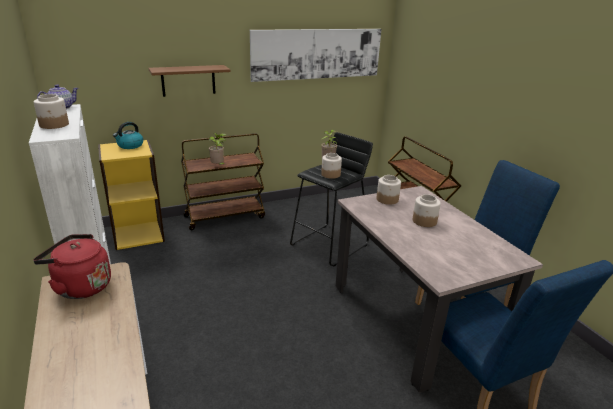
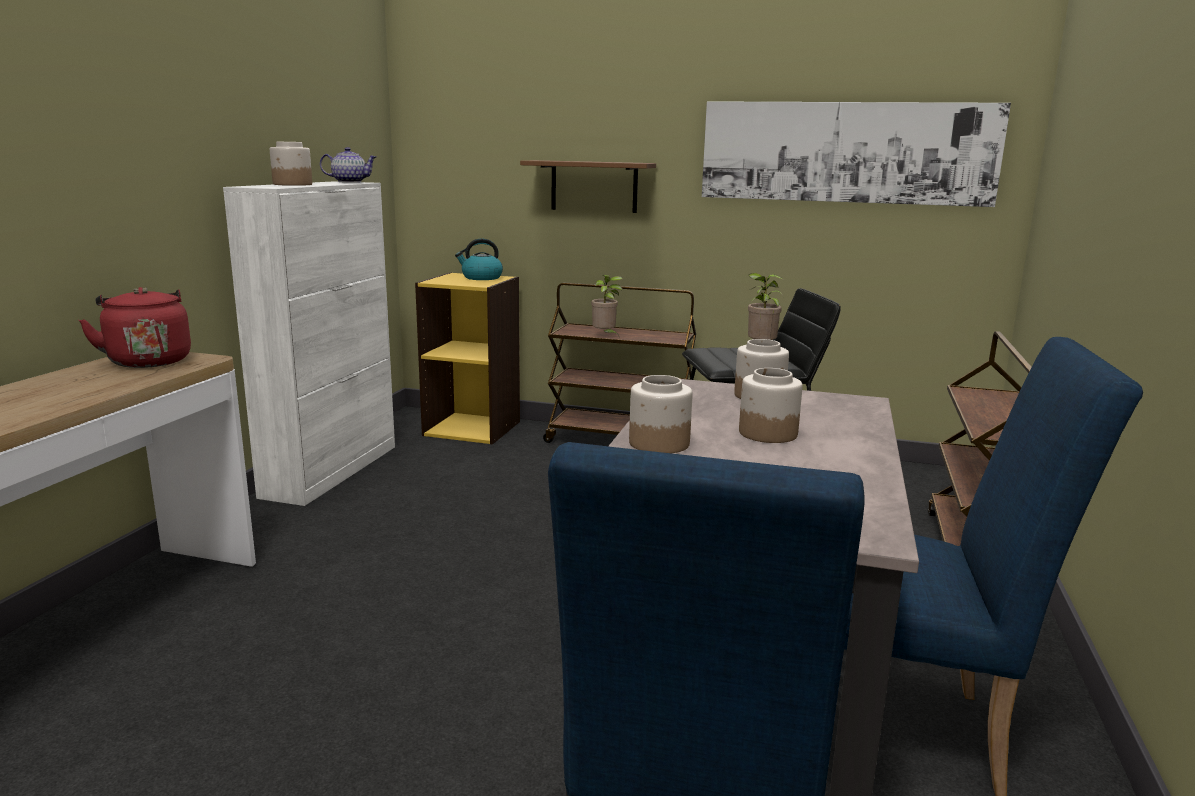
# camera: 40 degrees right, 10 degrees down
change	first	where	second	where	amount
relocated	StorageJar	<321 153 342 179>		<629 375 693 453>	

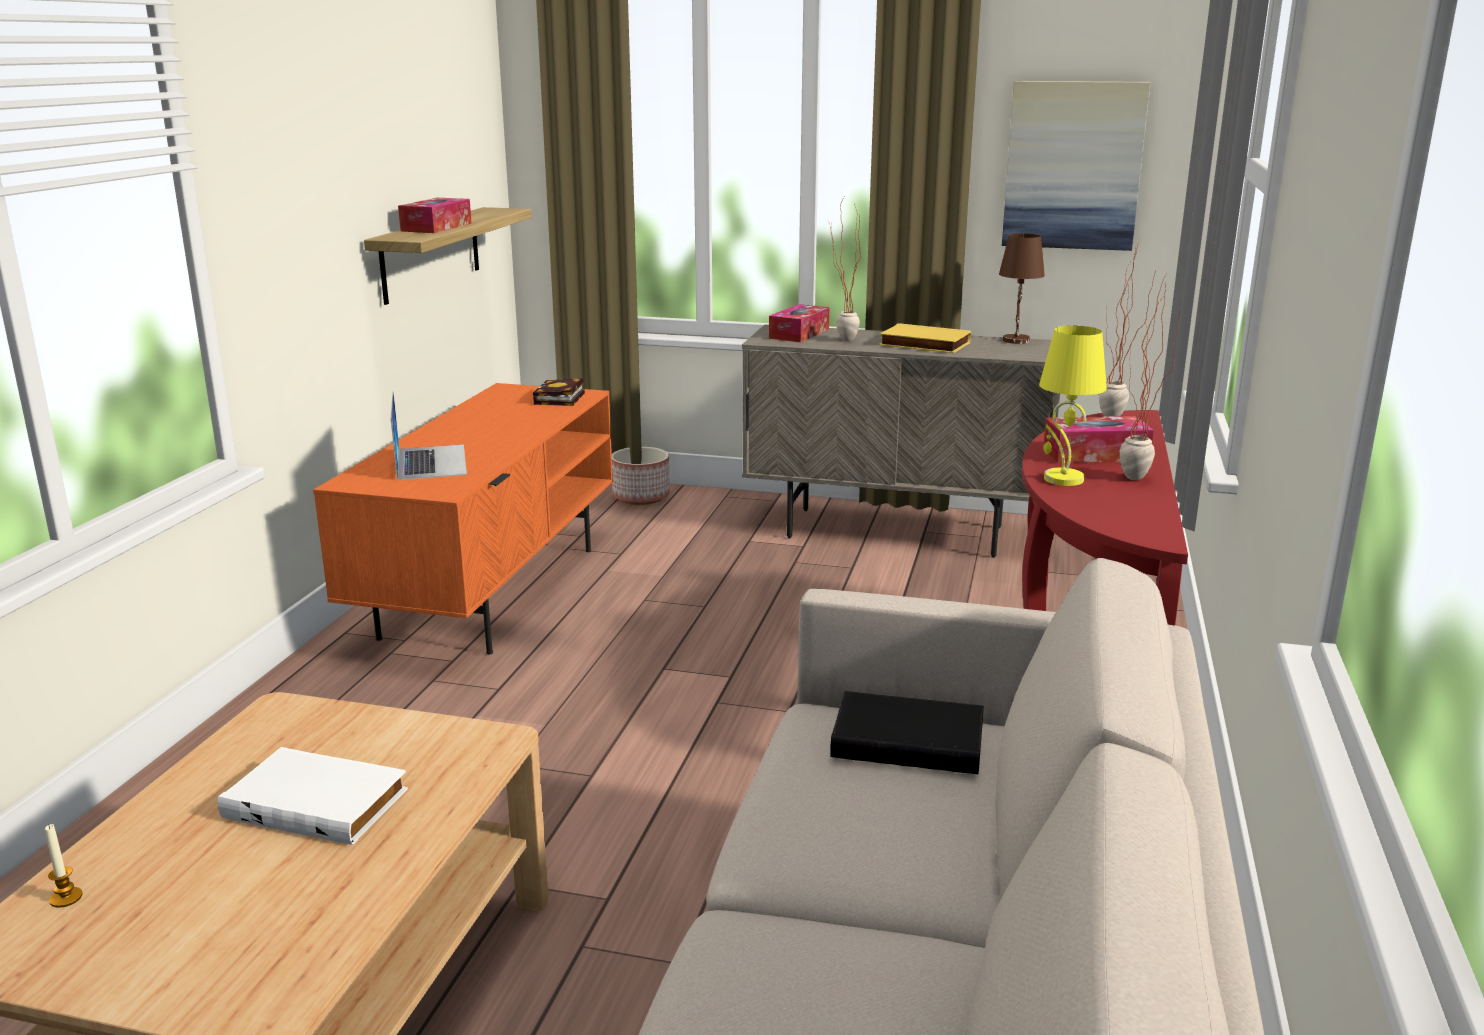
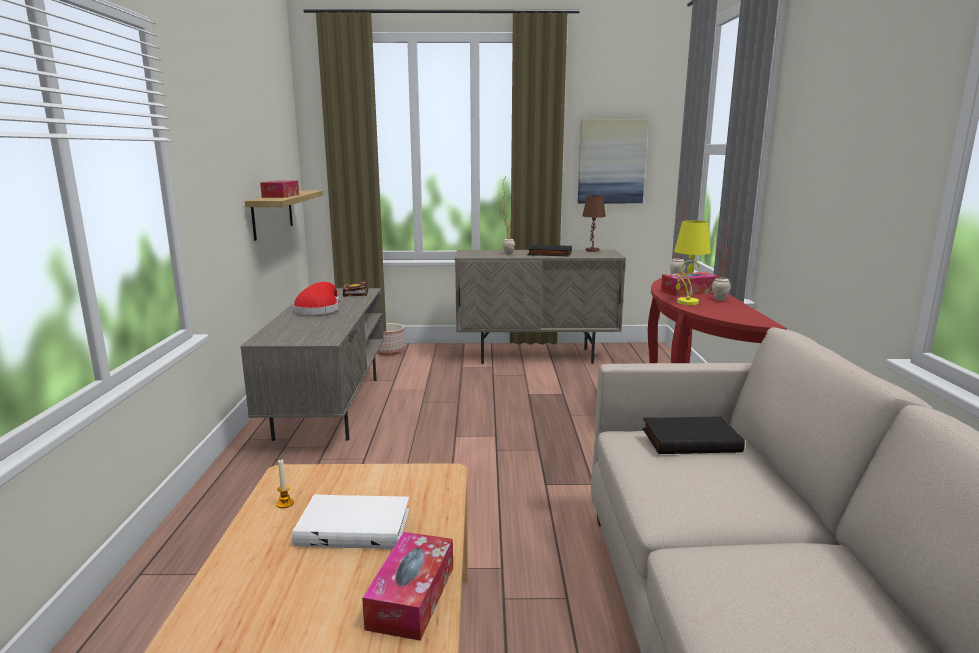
# camera: 15 degrees left, 5 degrees down
change	first	where	second	where	amount
relocated	TissueHolder	<769 304 829 342>		<362 532 453 641>	
colour	YellowVolume	<879 323 971 353>	BlackishVolume	<527 245 572 257>	
colour	OrangeColouredTvStand	<313 383 613 654>	GreyishTvStand	<240 288 383 441>	
missing	PortableComputer	<390 392 467 480>			
relocated	WaxCandle	<45 824 82 908>		<276 459 294 508>	
appeared			RedClothingHat	<293 282 340 315>	

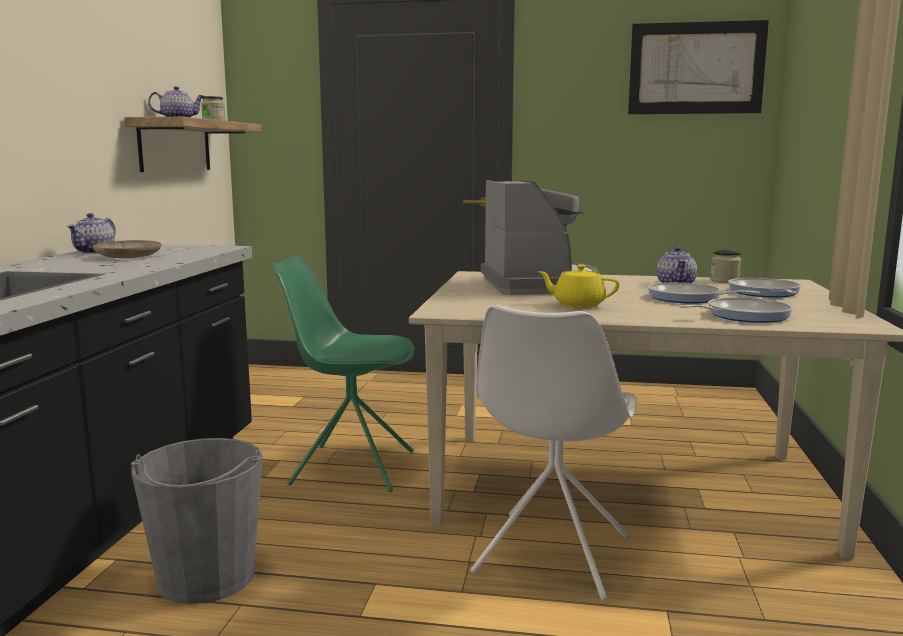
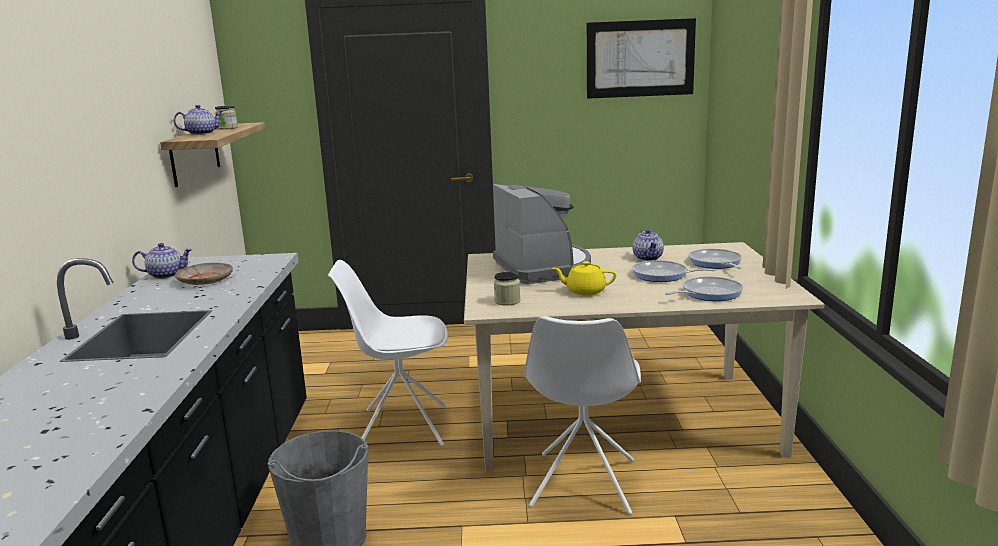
# camera: 10 degrees left, 5 degrees up
change	first	where	second	where	amount
spun	TeaPot	<67 213 116 254>		<132 243 192 279>	105 degrees counterclockwise
relocated	StorageJar	<710 250 741 283>		<494 272 520 306>	
colour	GreenChair	<271 256 415 492>	WhiteChair	<328 260 448 446>	

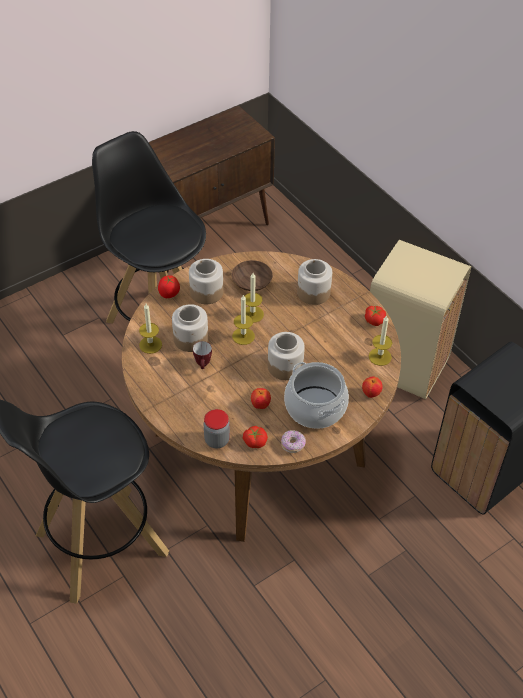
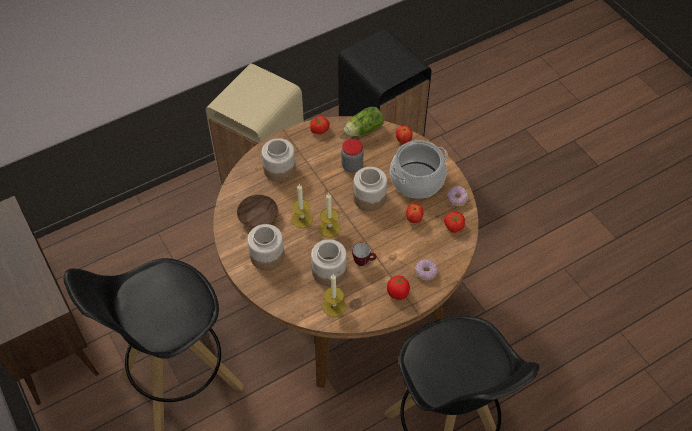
# camera: 85 degrees left, 5 degrees up
change	first	where	second	where	amount
relocated	FreshTomato	<158 275 180 298>		<387 276 410 300>	
exchanged	WaxCandle	<369 315 392 366>	Lettuce	<344 107 384 137>	
relocated	StorageJar	<204 409 230 448>		<341 139 363 173>	
appeared			Doughnut	<415 259 438 281>	

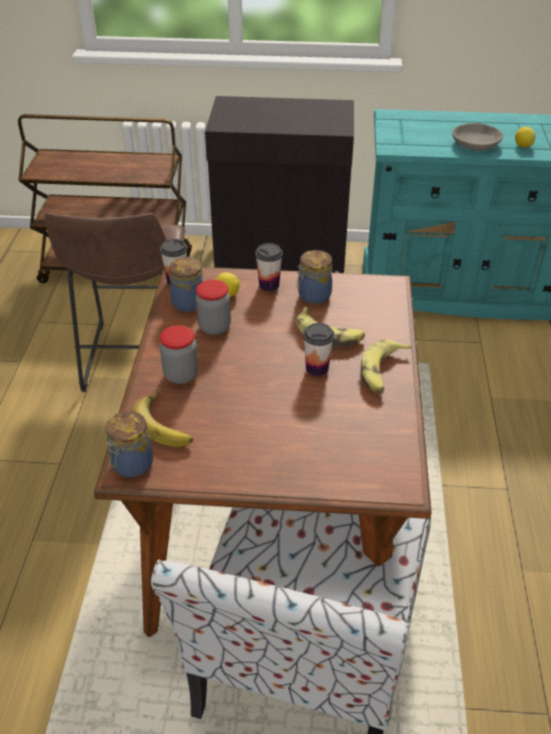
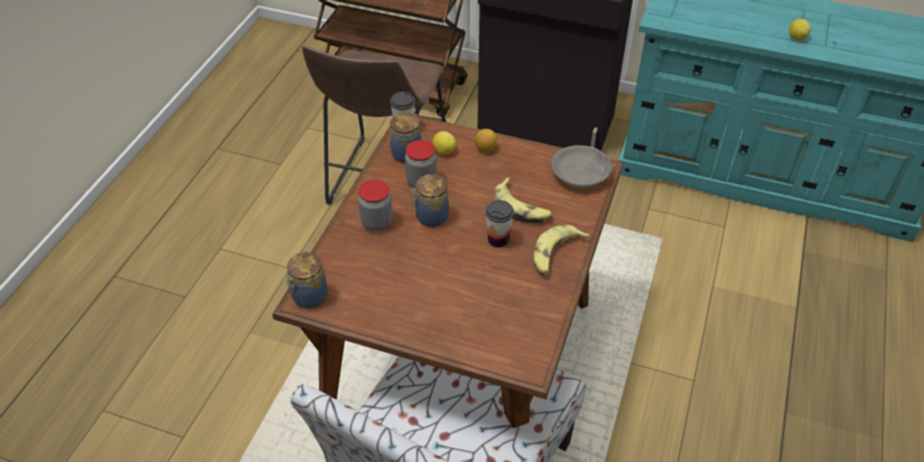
# camera: 15 degrees right, 5 degrees up
change	first	where	second	where	amount
relocated	GreyishServingBowl	<452 123 503 151>		<551 145 612 188>	
exchanged	DrinkingCup	<255 243 283 291>	Lemon	<475 129 497 152>	
relocated	StorageJar	<296 250 332 304>		<411 174 449 227>	
missing	WholeBanana	<132 389 193 447>			

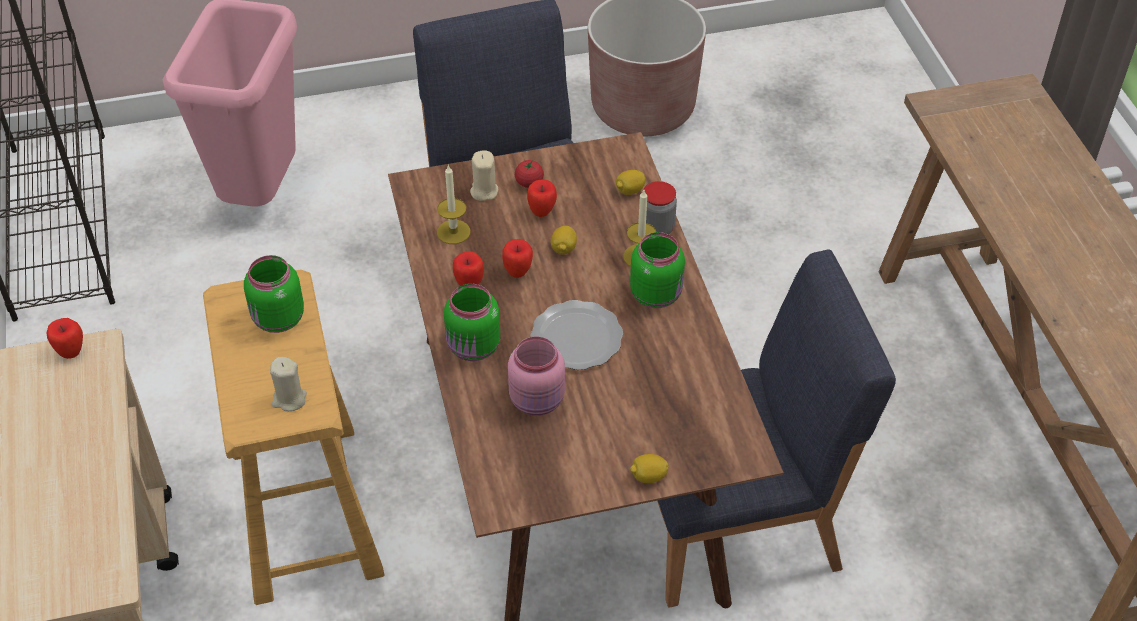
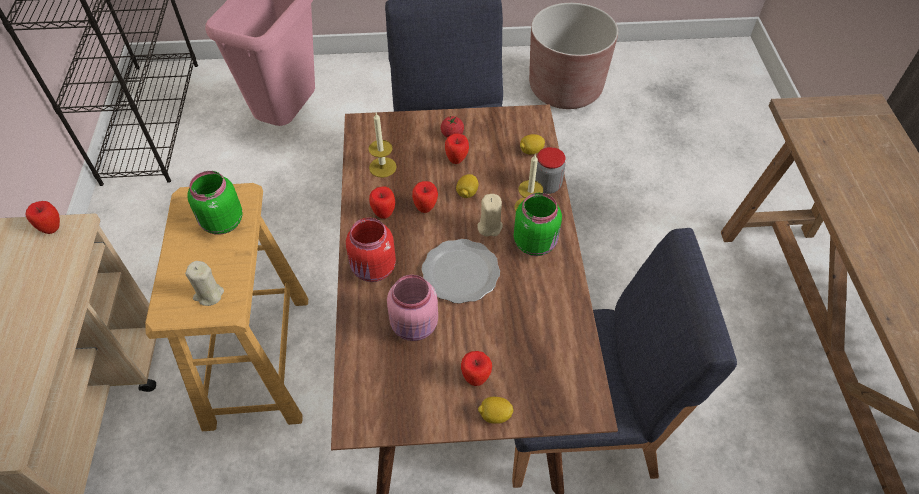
# camera: 10 degrees right, 5 degrees up
change	first	where	second	where	amount
relocated	BeigeColouredWaxCandle	<470 150 498 201>		<477 194 503 236>	
colour	GreenStorageJar	<444 284 500 361>	RedStorageJar	<346 218 396 282>	
appeared			WholeApple	<461 351 492 386>	

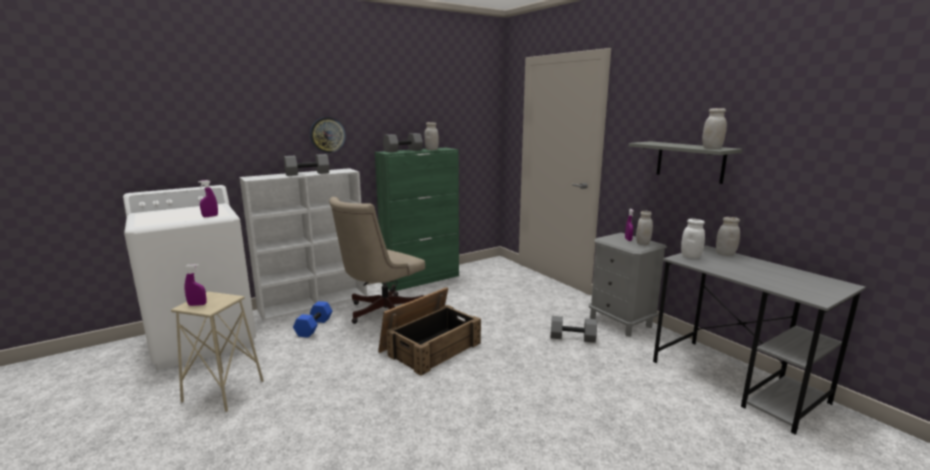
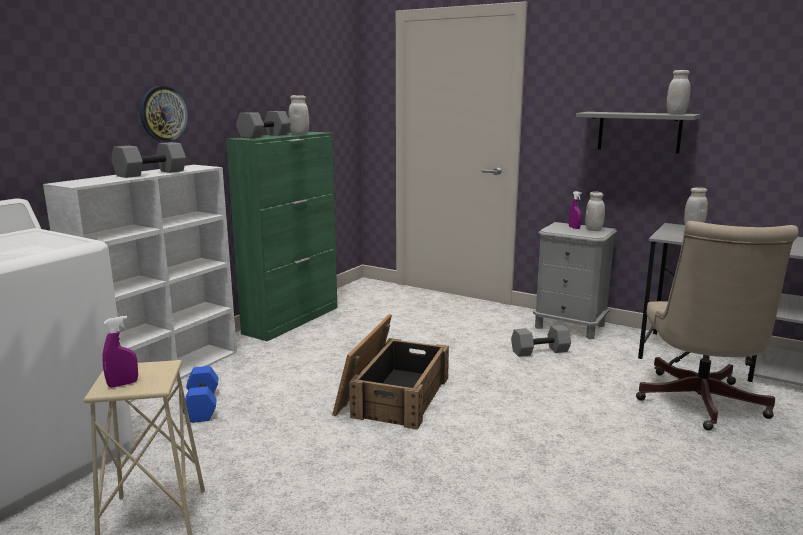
# camera: 25 degrees left, 0 degrees up
change	first	where	second	where	amount
missing	PurplishSprayBottle	<198 180 218 217>			
relocated	BeigeColouredComputerChair	<329 197 425 324>		<636 221 799 431>	
missing	WhiteStorageJar	<681 219 705 259>			

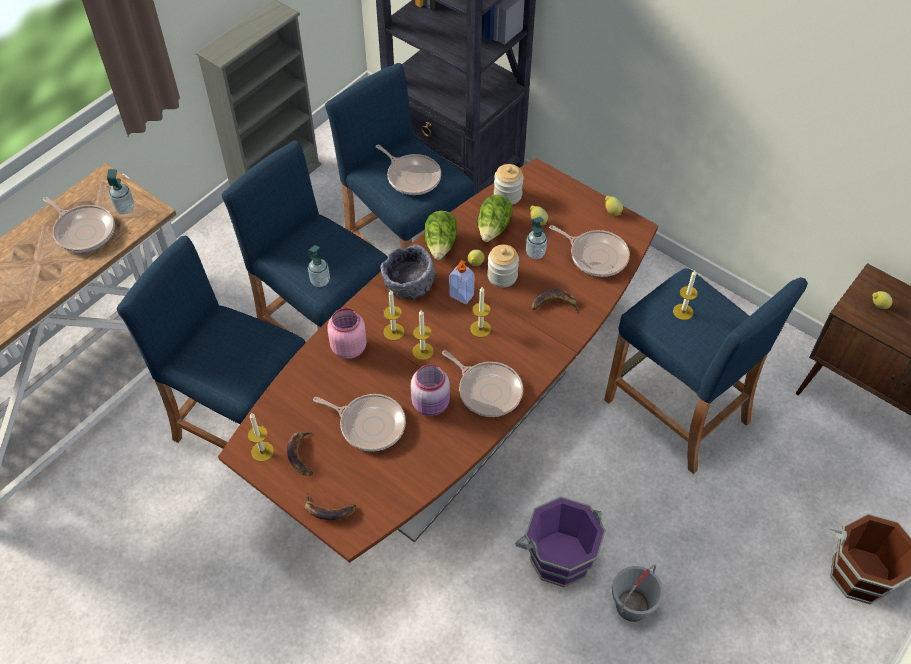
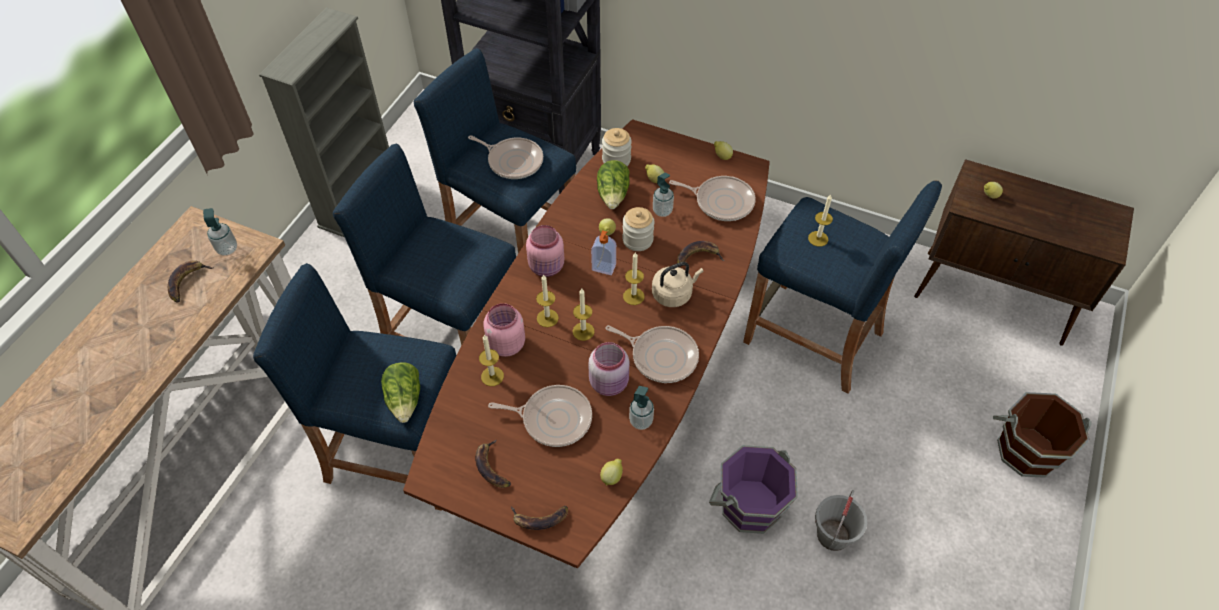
# camera: 15 degrees left, 0 degrees up
change	first	where	second	where	amount
exchanged	Pan	<43 197 115 252>	WholeBanana	<168 260 214 303>	
relocated	Lettuce	<424 211 457 260>		<381 362 420 423>	
exchanged	GreyishServingBowl	<381 244 437 300>	PinkStorageJar	<526 225 564 277>	
relocated	LiquidSoapBottle	<308 245 330 287>		<629 386 654 430>	
relocated	WaxCandle	<248 413 274 462>		<479 334 504 386>	
appeared			BeigeColouredKettle	<652 262 704 307>	
appeared			Lemon	<600 459 623 486>	

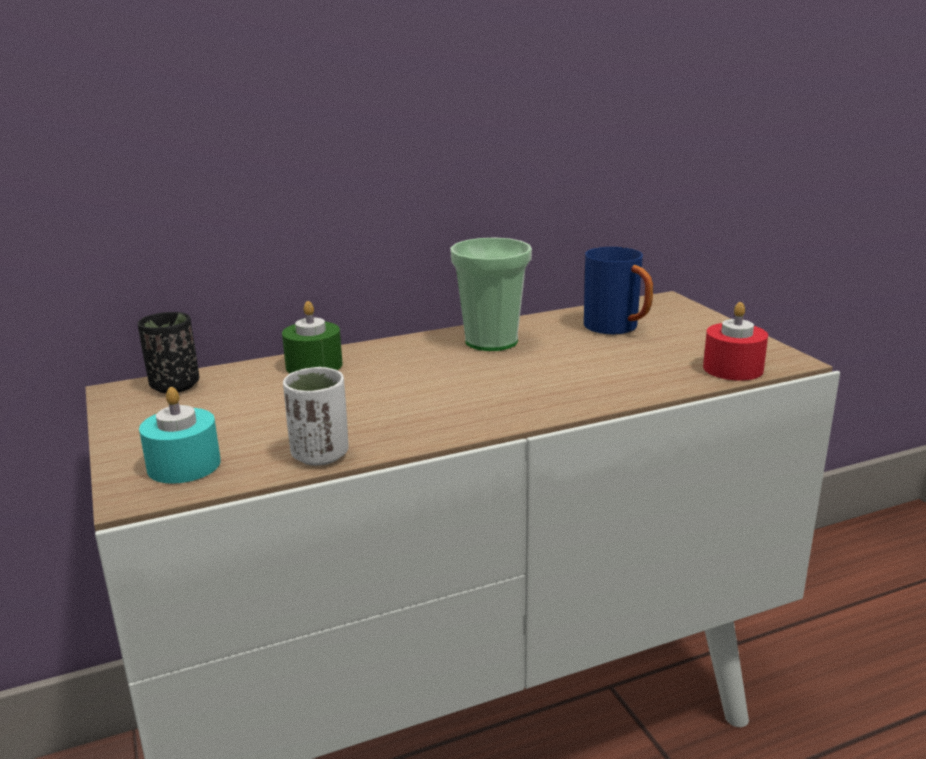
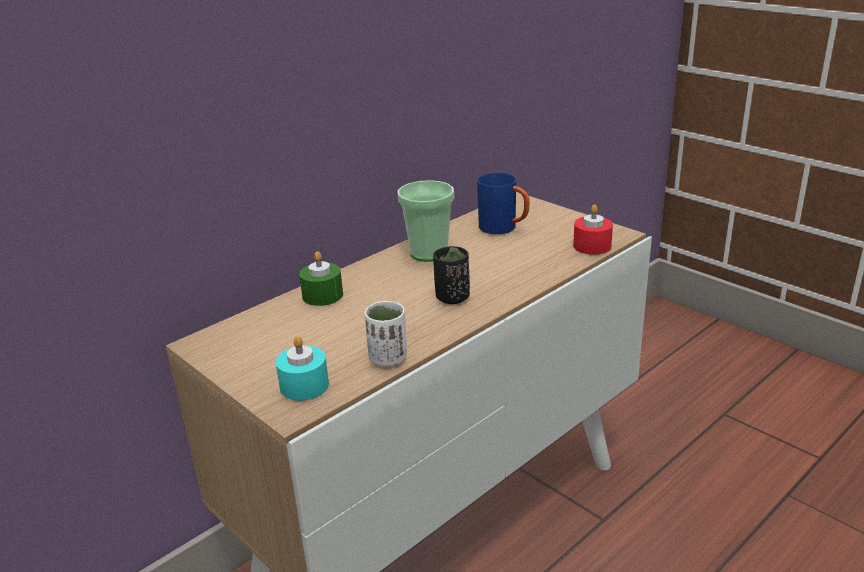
# camera: 20 degrees left, 5 degrees up
change	first	where	second	where	amount
relocated	BlackishDrinkingCup	<138 312 199 393>		<433 246 470 304>	

